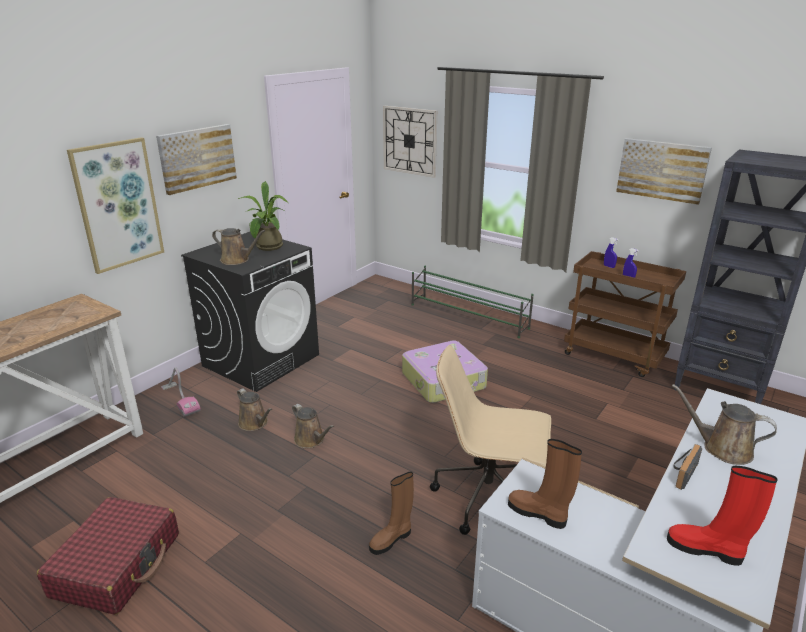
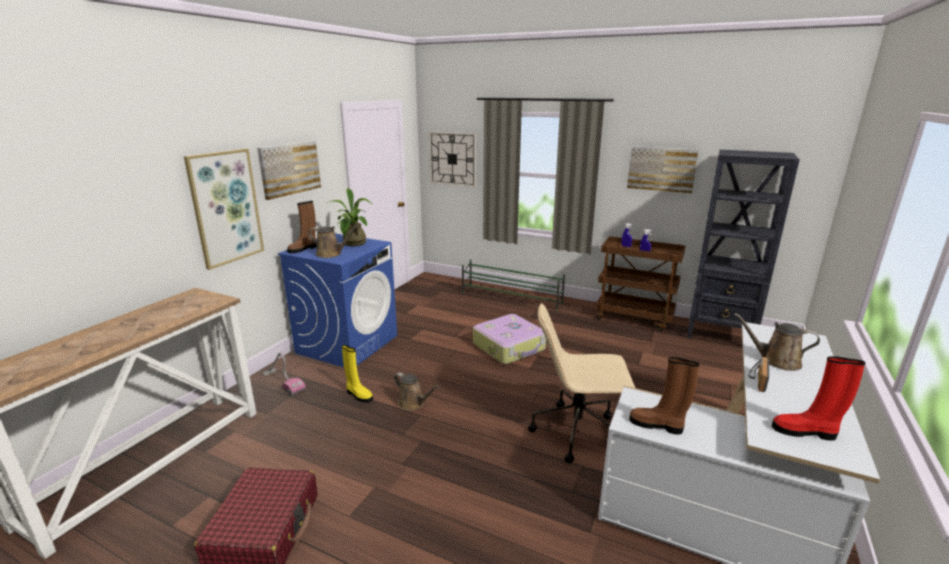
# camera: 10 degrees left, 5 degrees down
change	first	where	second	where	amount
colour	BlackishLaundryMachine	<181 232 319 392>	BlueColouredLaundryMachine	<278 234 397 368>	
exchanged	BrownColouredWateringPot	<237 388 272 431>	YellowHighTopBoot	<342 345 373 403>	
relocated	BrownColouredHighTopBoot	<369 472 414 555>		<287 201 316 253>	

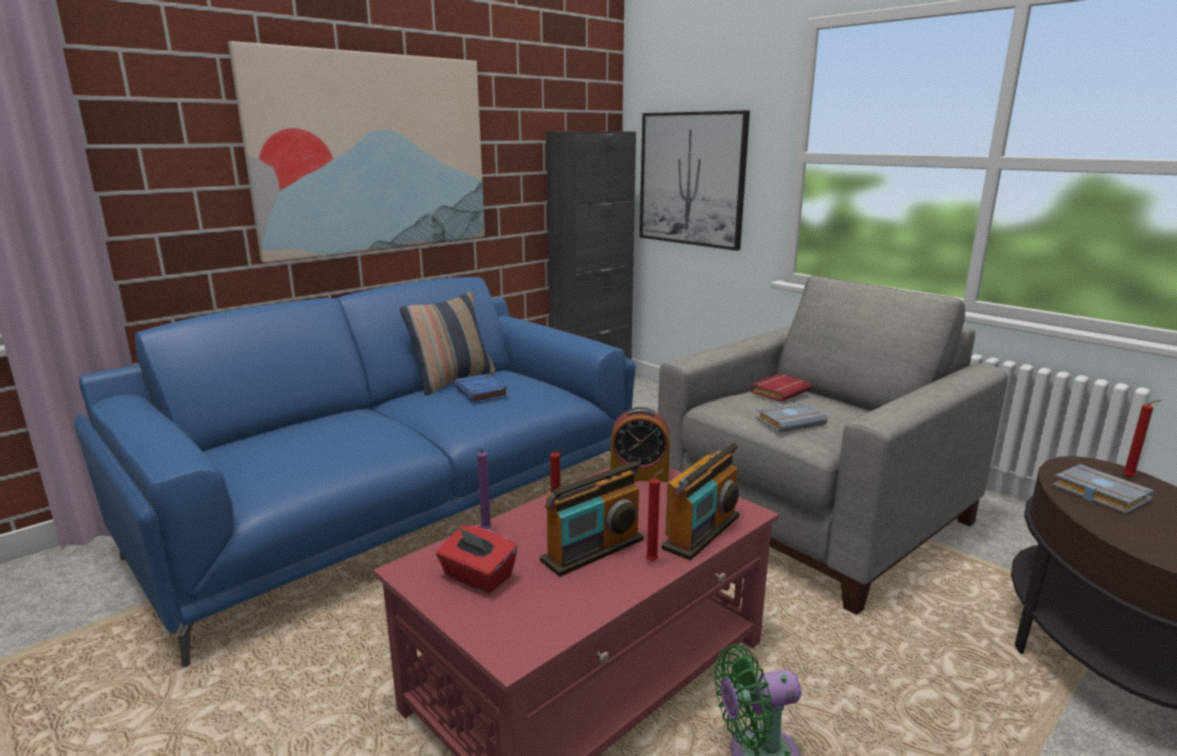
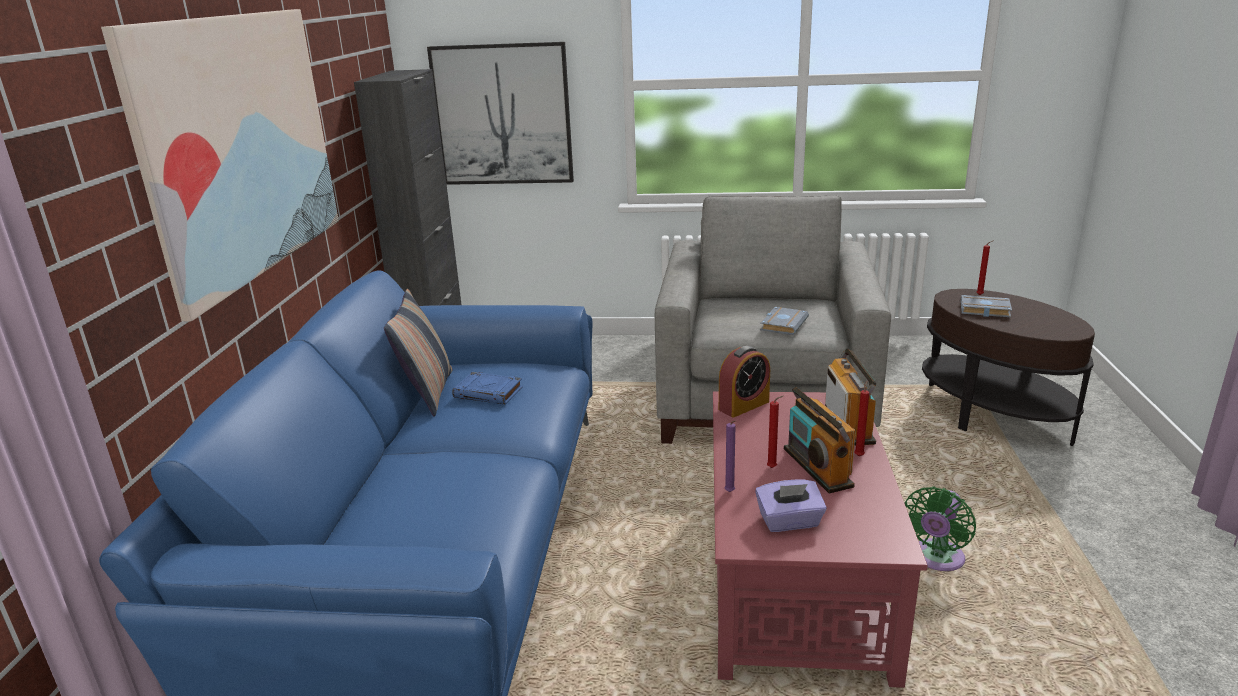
# camera: 40 degrees left, 5 degrees up
change	first	where	second	where	amount
missing	RedVolume	<751 374 812 402>			
spun	RadioSet	<540 461 644 577>		<784 387 856 494>	150 degrees clockwise
colour	RedTissueHolder	<436 526 518 593>	PurplishTissueHolder	<755 480 827 532>	

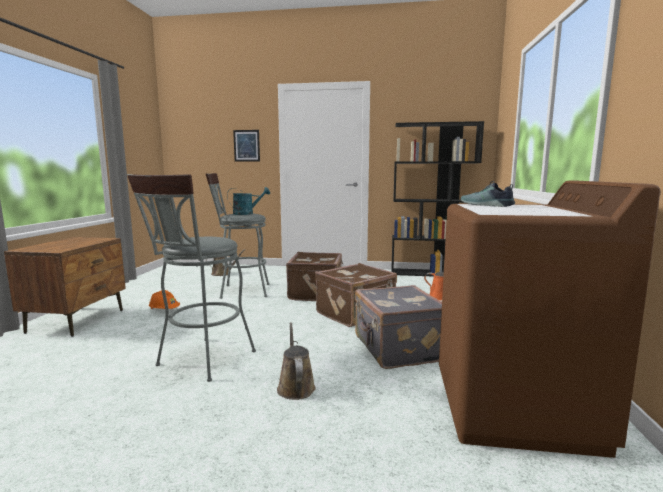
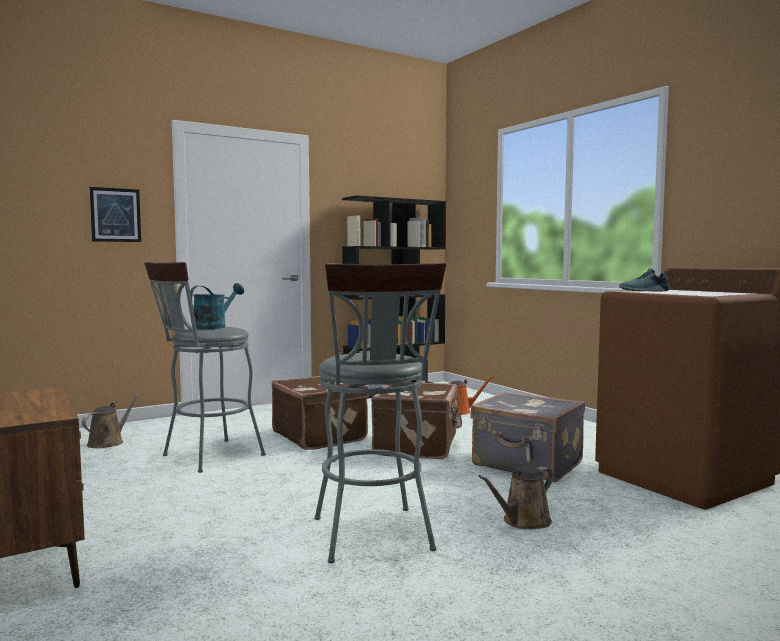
# camera: 40 degrees left, 5 degrees down
change	first	where	second	where	amount
missing	OrangeColouredWorkHelmet	<149 290 180 309>			
spun	BrownColouredWateringPot	<277 322 316 400>		<478 466 554 530>	75 degrees counterclockwise

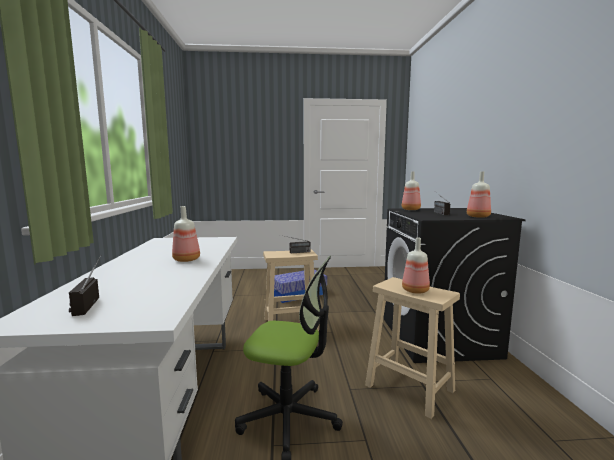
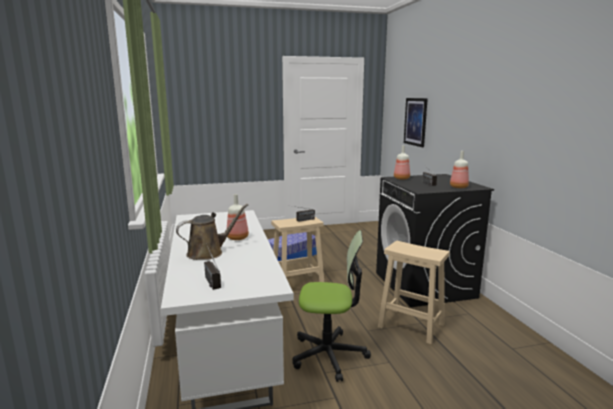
# camera: 10 degrees left, 5 degrees up
change	first	where	second	where	amount
missing	DrinkBottle	<402 238 430 294>			
appeared			WallPicture	<404 98 428 147>	
appeared			BrownColouredWateringPot	<176 204 248 260>	

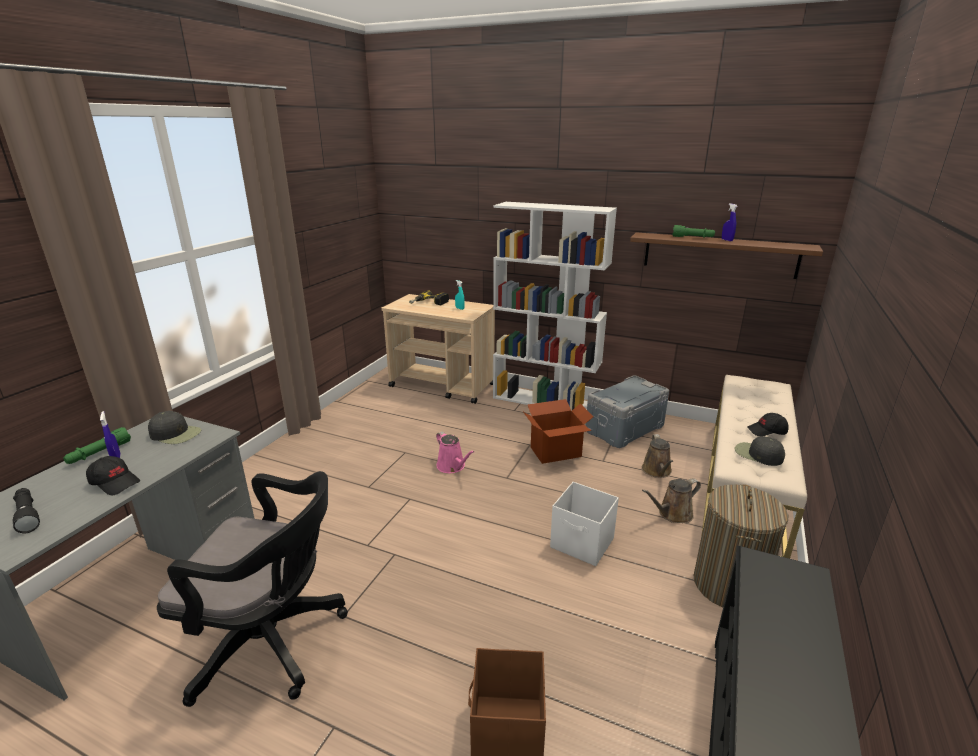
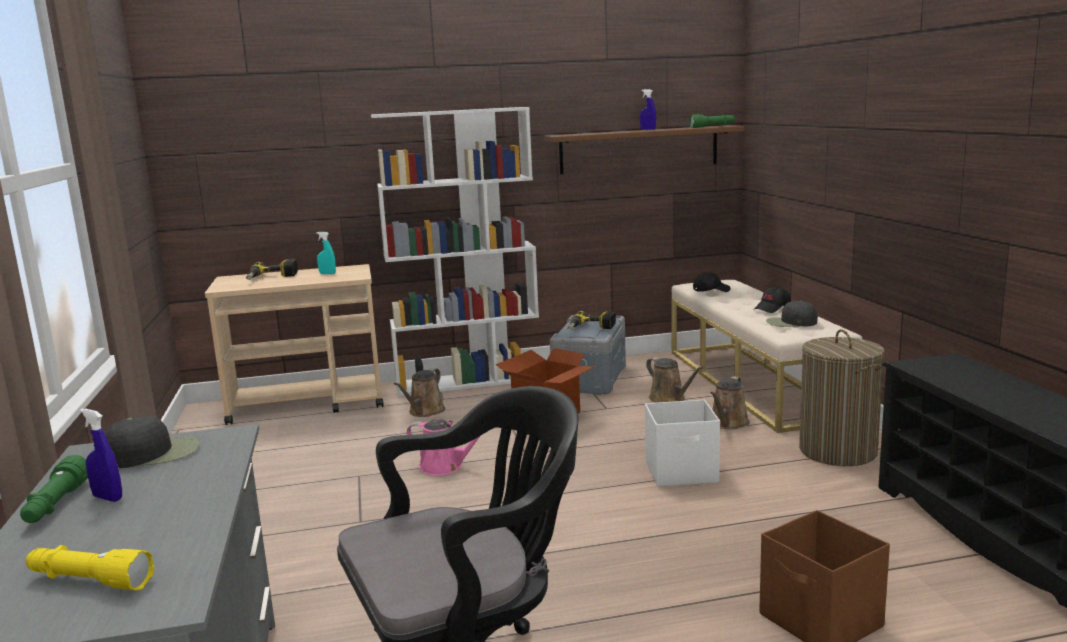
# camera: 35 degrees left, 10 degrees down
change	first	where	second	where	amount
relocated	GreenHandTorch	<672 225 715 238>		<689 114 735 128>	
relocated	BlackishCap	<86 456 140 495>		<693 272 731 292>	
colour	BlackishHandTorch	<13 488 40 534>	YellowHandTorch	<26 545 154 590>	
appeared			PowerDrill	<567 311 616 331>	
appeared			BrownColouredWateringPot	<394 368 445 417>	

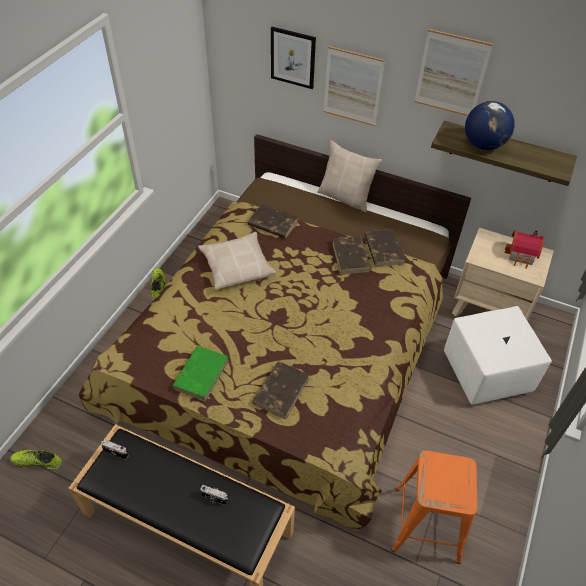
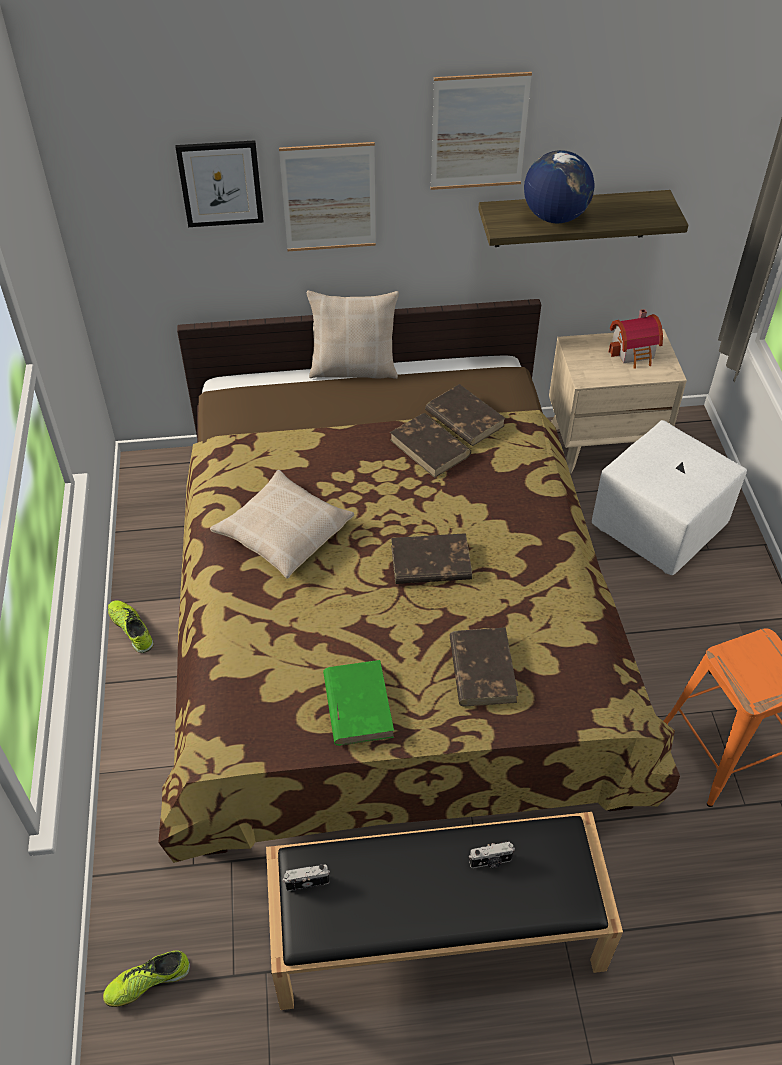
# camera: 30 degrees left, 0 degrees up
change	first	where	second	where	amount
relocated	BrownColouredVolume	<247 204 298 239>		<391 533 472 584>	

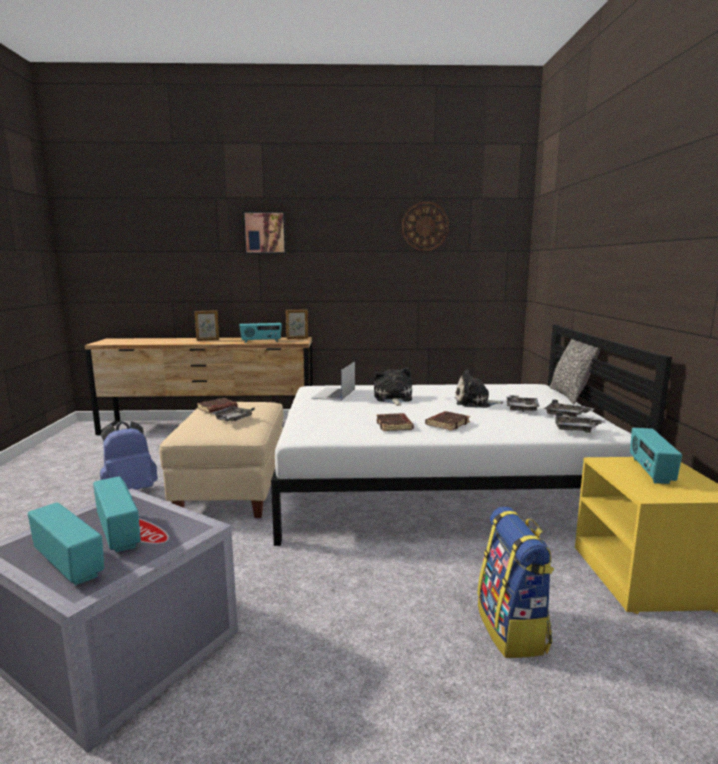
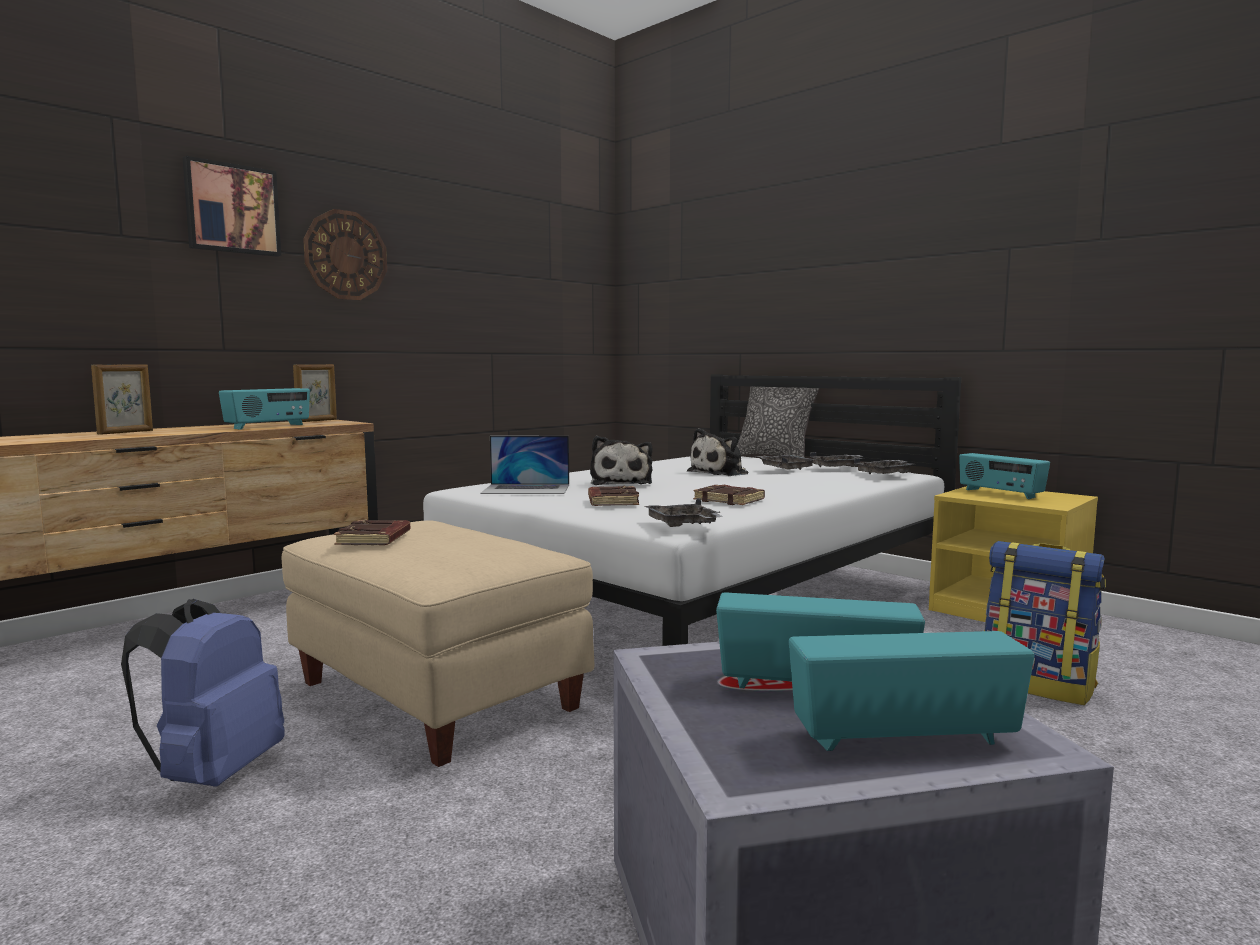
# camera: 45 degrees left, 5 degrees down
change	first	where	second	where	amount
relocated	ClockOnTheWall	<402 202 449 251>		<303 209 387 300>	
spun	PortableComputer	<311 362 355 401>		<481 436 569 494>	60 degrees counterclockwise
spun	SoftToy	<374 368 412 406>		<590 436 653 485>	135 degrees counterclockwise
relocated	GreyishServingTray	<212 406 255 421>		<644 498 723 527>	
relocated	BrownColouredVolume	<425 411 470 431>		<588 485 639 506>	

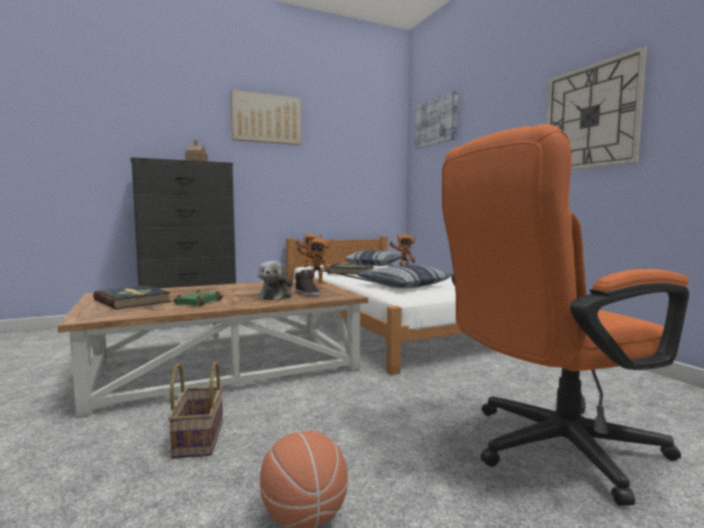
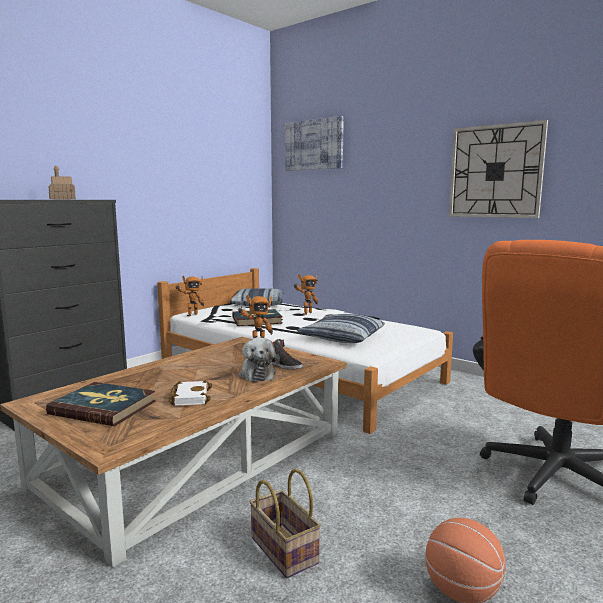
# camera: 25 degrees left, 5 degrees up
change	first	where	second	where	amount
missing	WallPicture	<231 89 301 145>			
colour	GreenVolume	<173 290 223 306>	WhiteVolume	<169 380 212 406>	

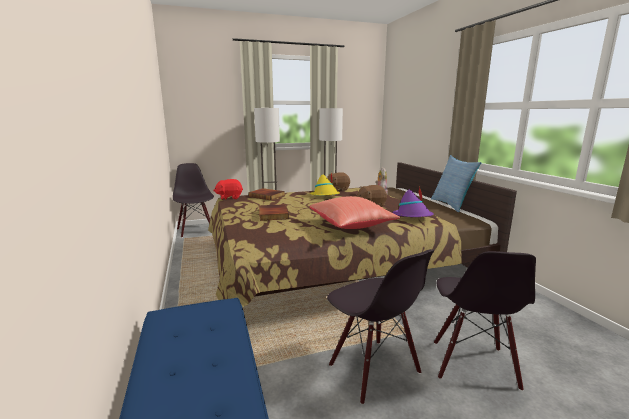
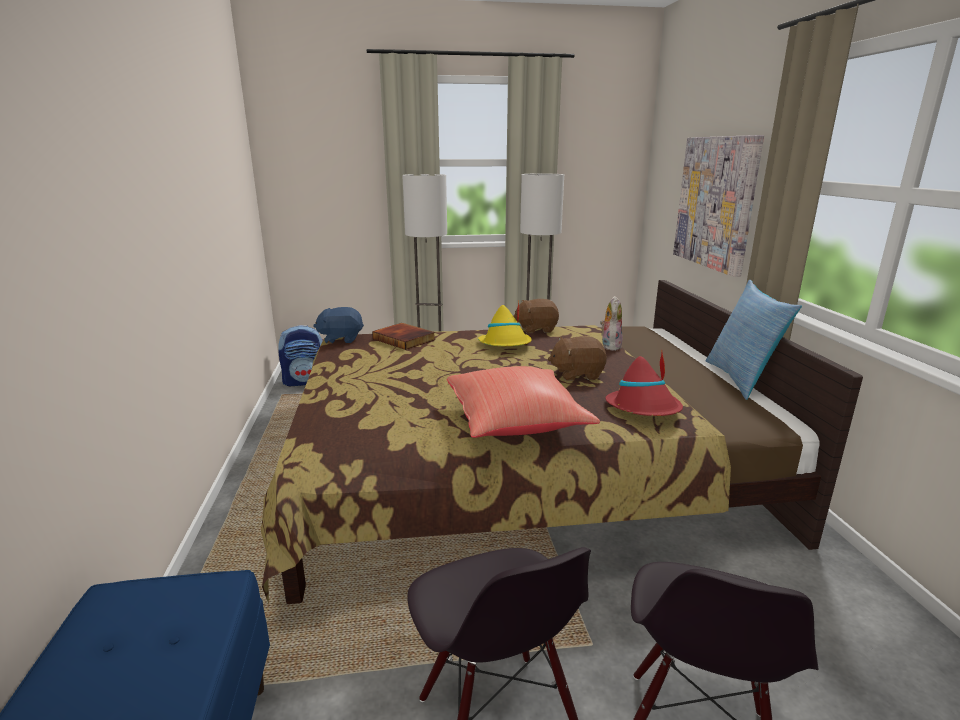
# camera: 10 degrees right, 5 degrees up
change	first	where	second	where	amount
exchanged	BlackishChair	<173 163 214 238>	Backpack	<278 325 323 386>	
colour	RedSoftToy	<213 179 243 200>	BlueColouredSoftToy	<313 307 364 343>	
colour	PurplishClothingHat	<392 186 434 217>	RedClothingHat	<606 351 683 416>	
missing	Volume	<259 204 289 221>			
appeared			WallPicture	<673 135 764 277>	

